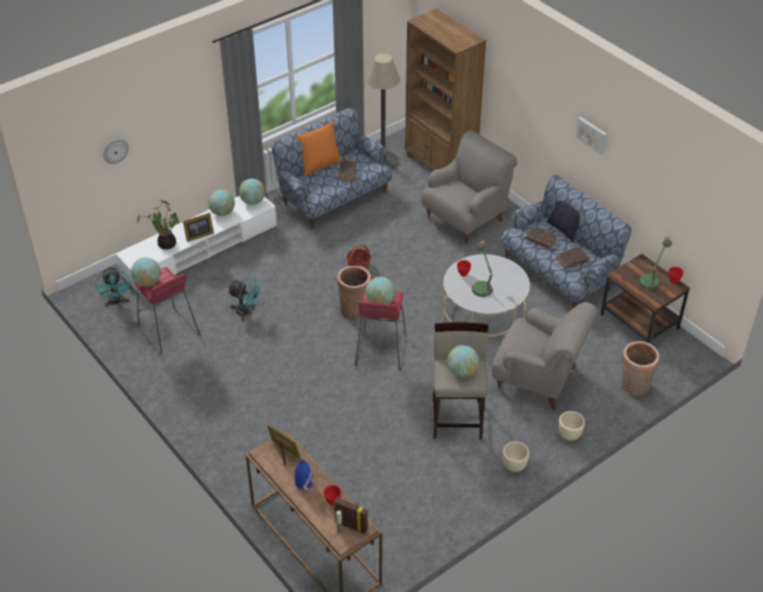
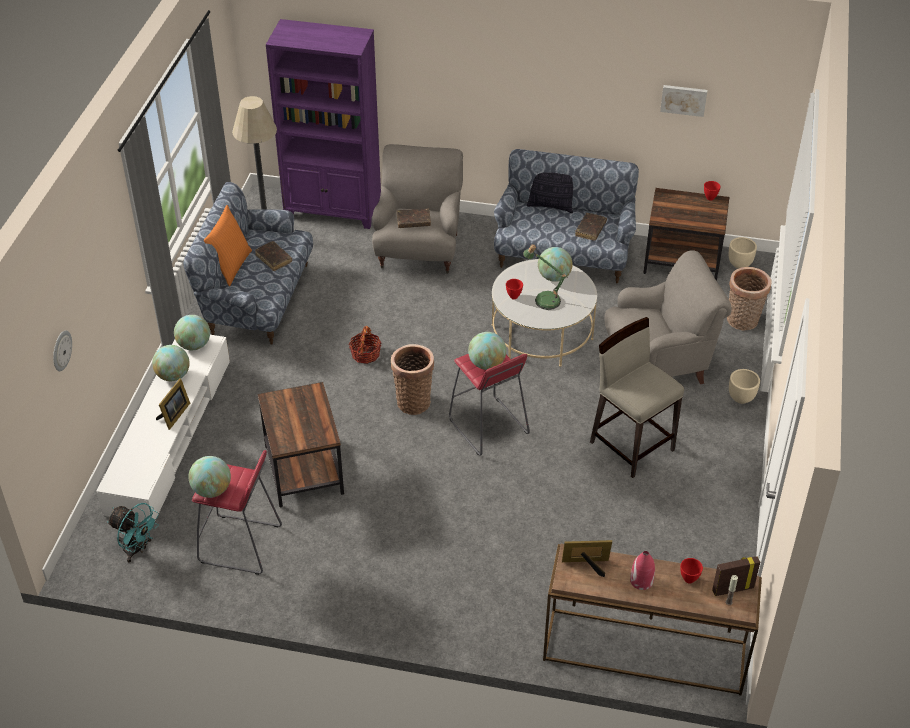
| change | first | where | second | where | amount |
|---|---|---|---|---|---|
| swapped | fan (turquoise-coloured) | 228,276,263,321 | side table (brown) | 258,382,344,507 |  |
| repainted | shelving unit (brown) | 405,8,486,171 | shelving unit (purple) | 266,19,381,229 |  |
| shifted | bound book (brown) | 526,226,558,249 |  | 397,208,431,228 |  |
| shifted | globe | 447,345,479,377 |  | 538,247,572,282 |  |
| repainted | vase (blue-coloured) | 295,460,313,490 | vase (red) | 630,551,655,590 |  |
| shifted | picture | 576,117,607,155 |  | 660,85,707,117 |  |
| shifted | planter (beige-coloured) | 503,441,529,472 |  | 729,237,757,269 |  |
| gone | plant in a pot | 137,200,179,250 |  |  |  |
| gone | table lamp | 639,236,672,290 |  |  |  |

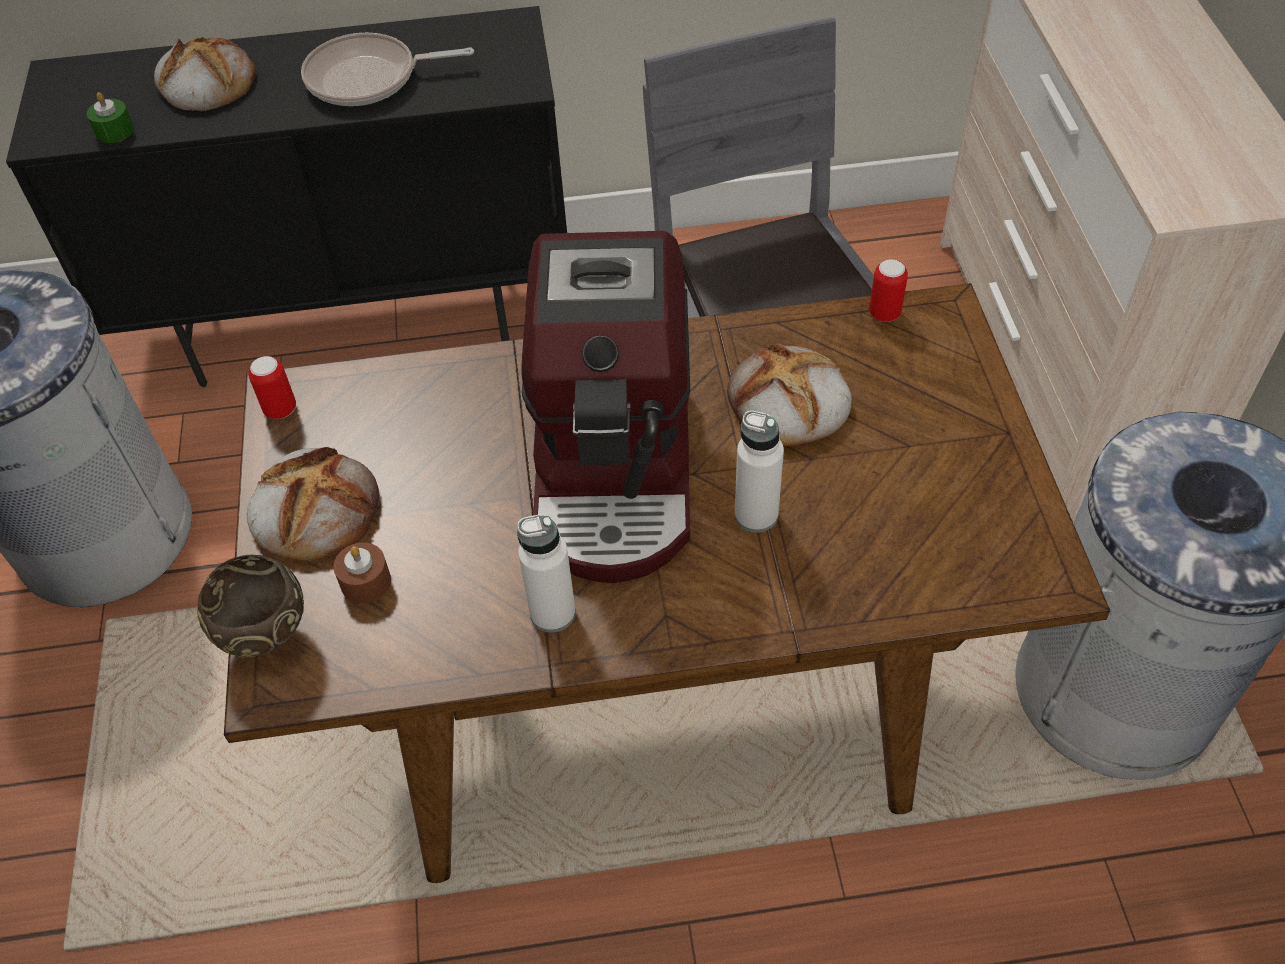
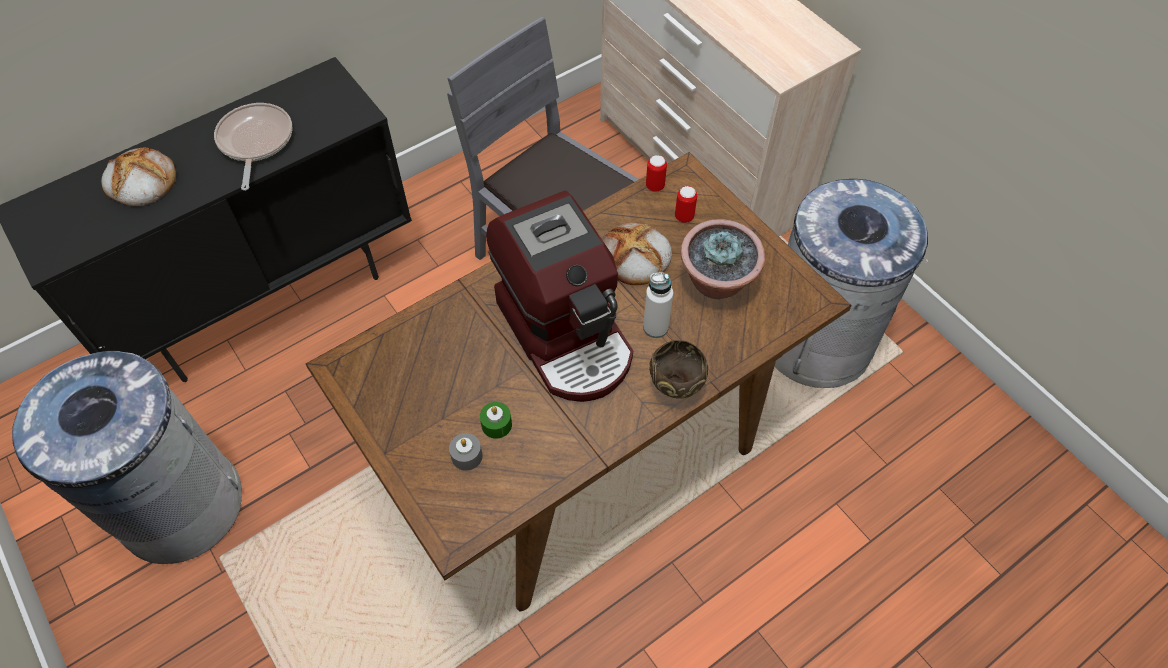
| change | first | where | second | where | amount |
|---|---|---|---|---|---|
| rotated | frying pan | 301,33,474,106 |  | 214,103,292,191 | 120 degrees clockwise |
| repainted | wax light (brown) | 334,542,391,603 | wax light (grey) | 449,433,483,471 |  |
| shifted | wax light (green) | 86,92,134,143 |  | 480,402,512,439 |  |
| shifted | bowl (brown) | 197,555,304,657 |  | 649,340,708,399 |  |
| shifted | sealed can | 248,356,296,419 |  | 675,186,697,223 |  |
| new |  |  | plant in a pot | 680,219,765,299 |  |
| gone | bakery bread | 247,447,379,562 |  |  |  |
| gone | beverage bottle (white) | 517,515,576,633 |  |  |  |

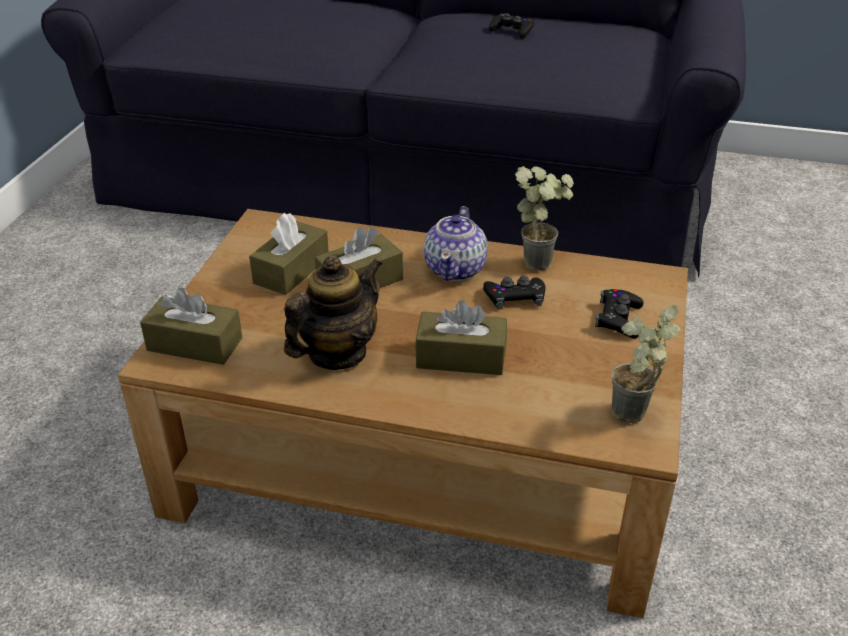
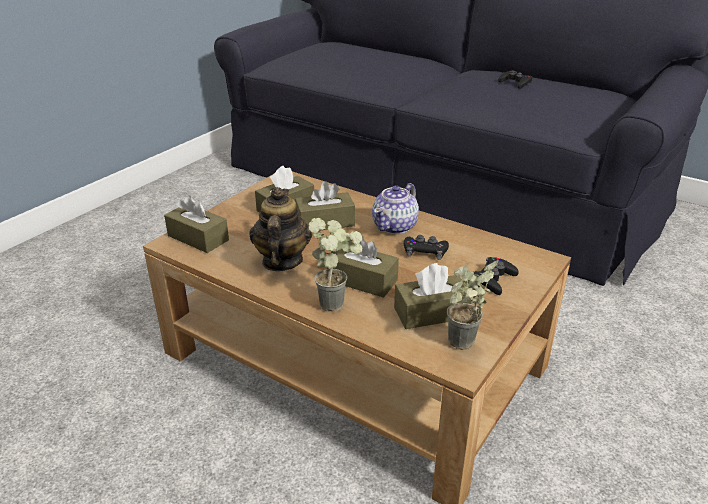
| change | first | where | second | where | amount |
|---|---|---|---|---|---|
| rotated | pot for tea | 284,255,382,370 |  | 249,187,312,271 | 60 degrees counterclockwise |
| shifted | plant in a pot | 515,166,574,271 |  | 309,218,362,312 |  |
| new |  |  | tissue box (brown) | 394,263,472,329 |  |

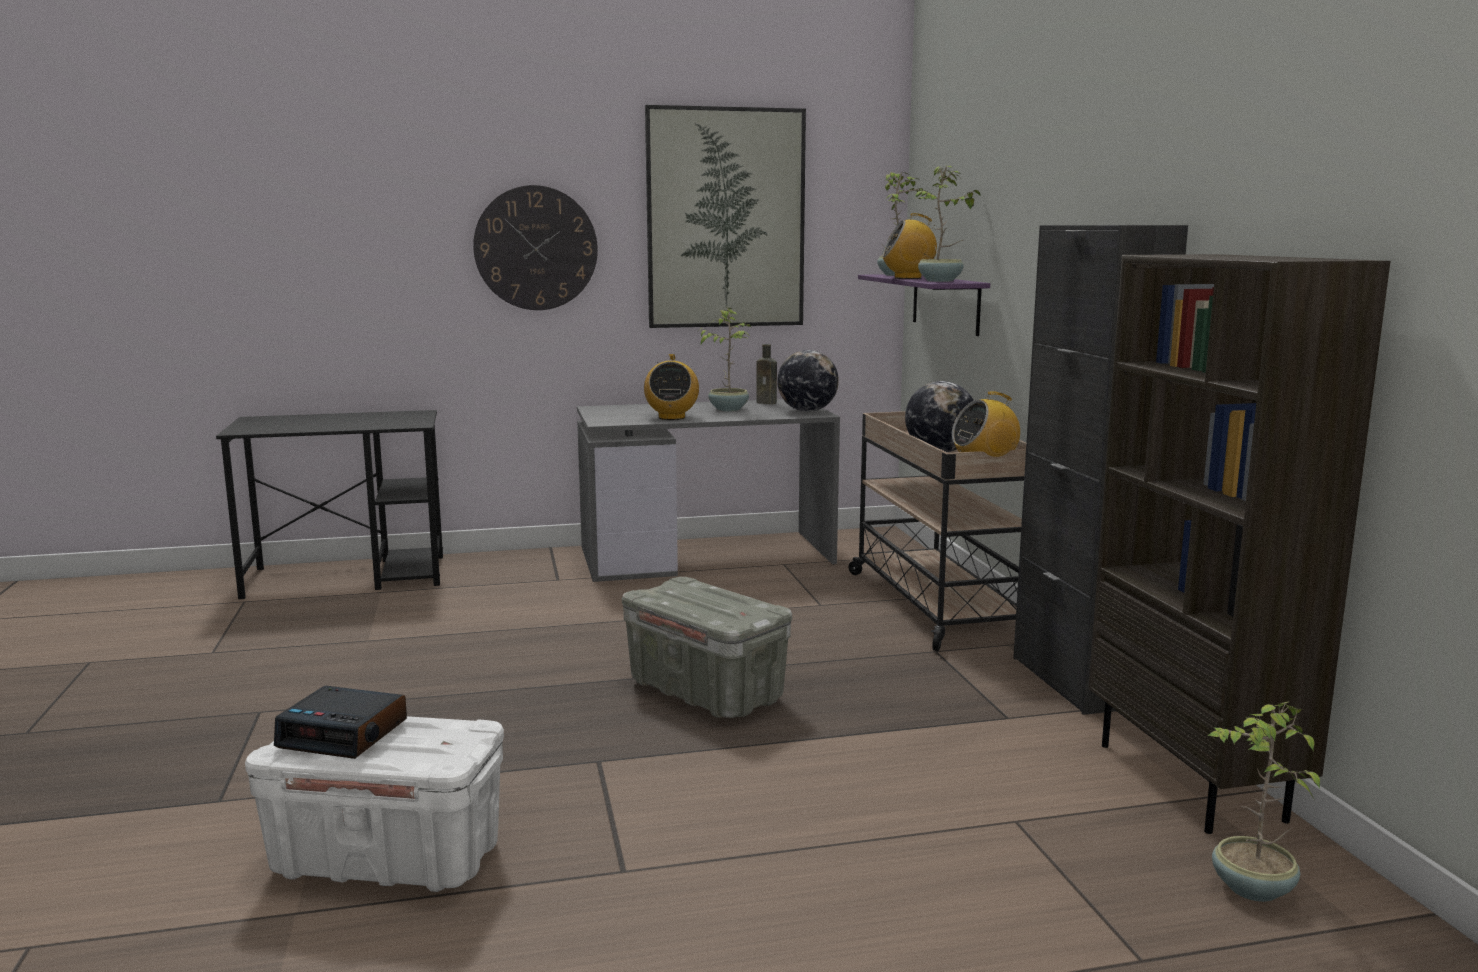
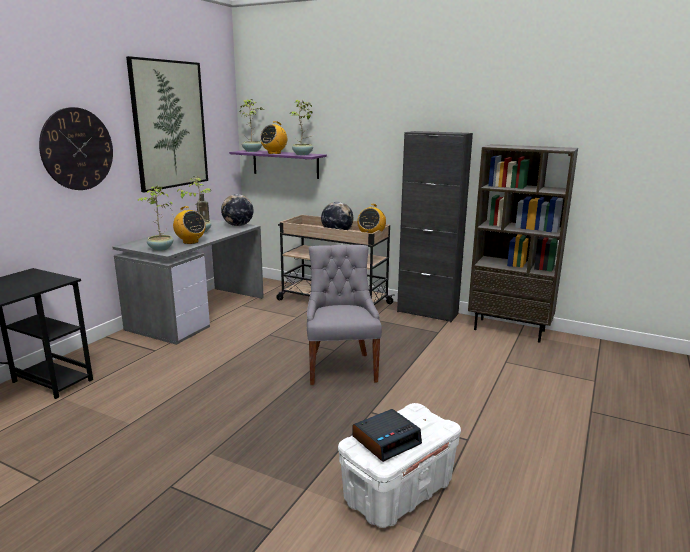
| change | first | where | second | where | amount |
|---|---|---|---|---|---|
| shifted | plant in a pot | 1207,701,1320,902 |  | 137,186,173,251 |  |
| swapped | storage bin (grey) | 622,577,792,718 | chair (grey) | 307,245,382,385 |  |

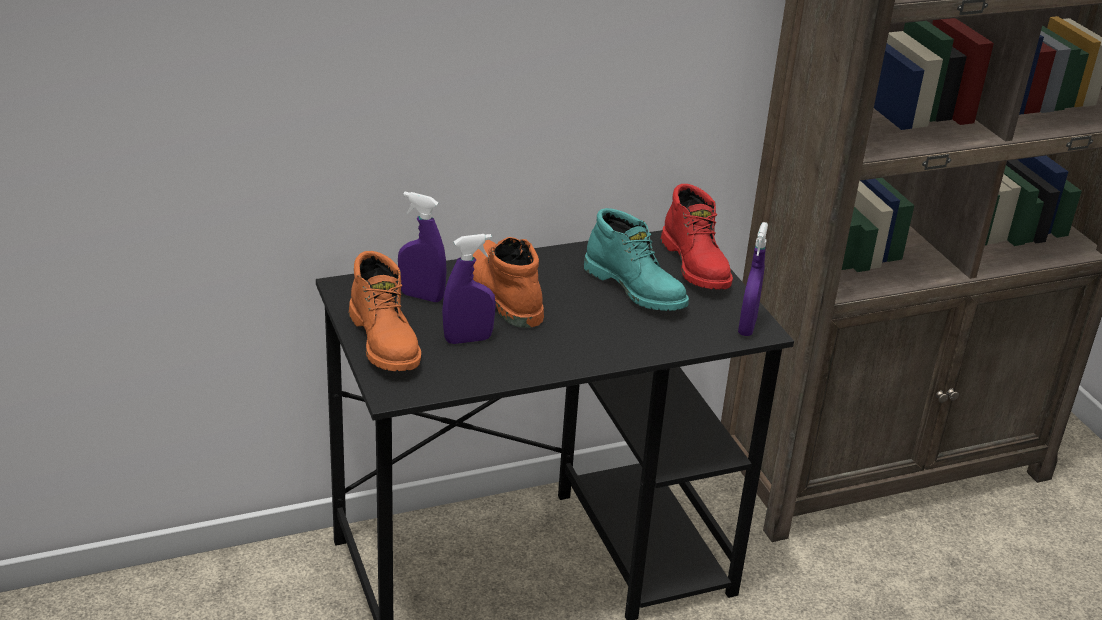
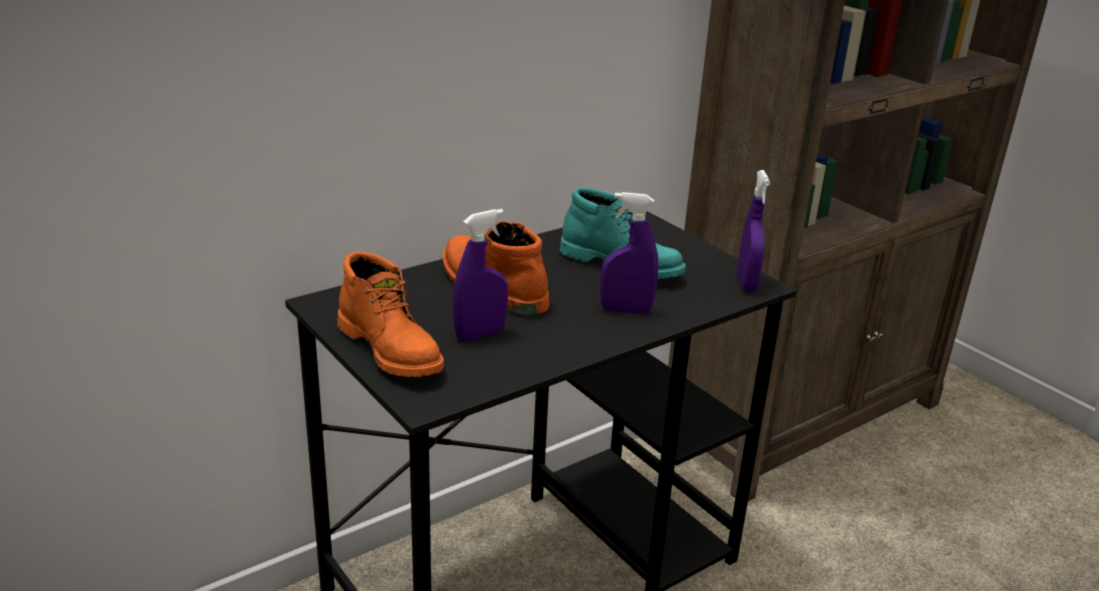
| change | first | where | second | where | amount |
|---|---|---|---|---|---|
| shifted | hand sprayer (purple) | 398,192,447,302 |  | 600,192,658,314 |  |
| gone | tall boot (red) | 661,184,733,289 |  |  |  |

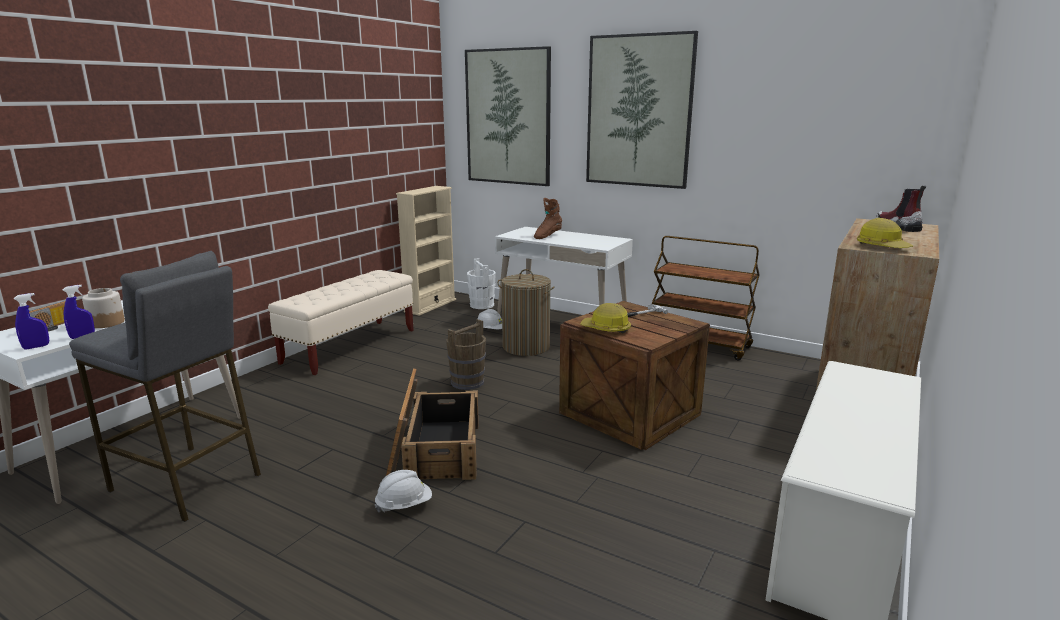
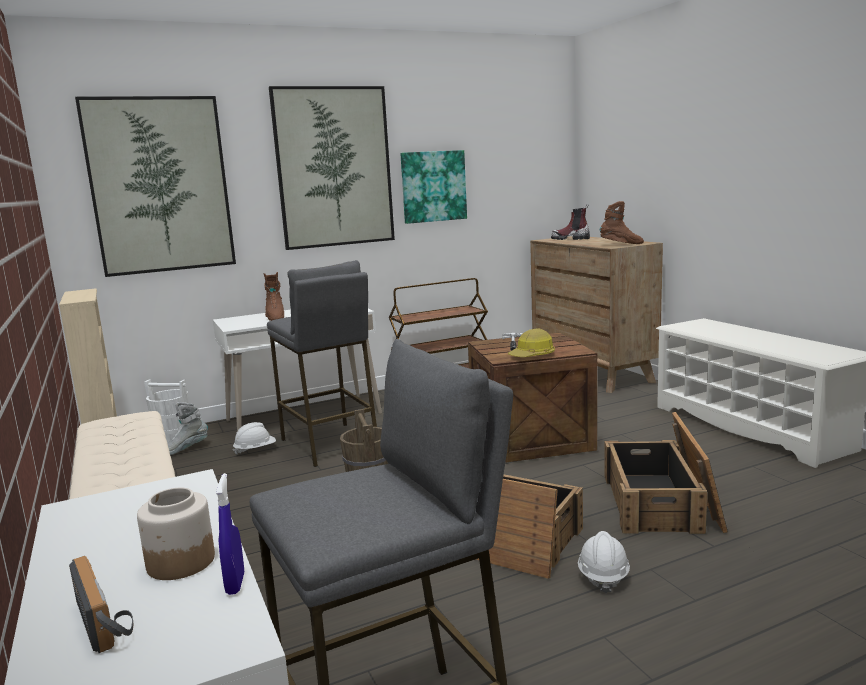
| change | first | where | second | where | amount |
|---|---|---|---|---|---|
| new |  |  | tall boot (grey) | 168,402,208,455 |  |
| swapped | washing basket | 497,269,555,356 | sitting stool (grey) | 267,260,377,467 |  |
| new |  |  | picture | 400,150,467,224 |  |
| swapped | work helmet | 857,218,913,248 | tall boot (brown) | 600,201,644,244 |  |
| new |  |  | shipping crate | 605,412,728,534 |  |
| gone | hand sprayer (blue-coloured) | 14,293,49,349 |  |  |  |

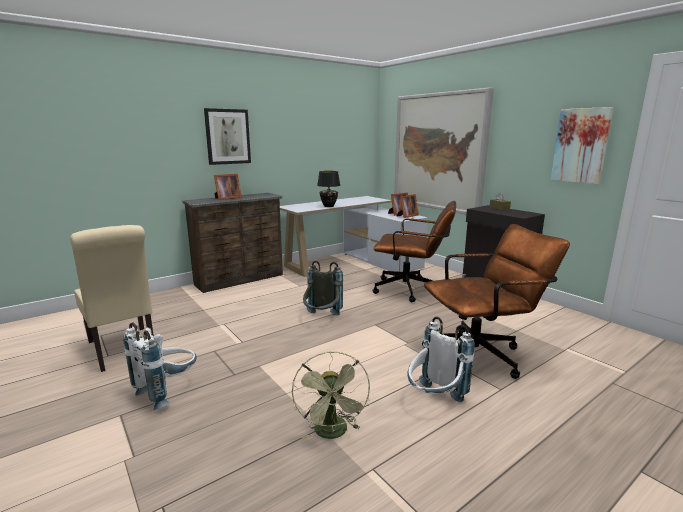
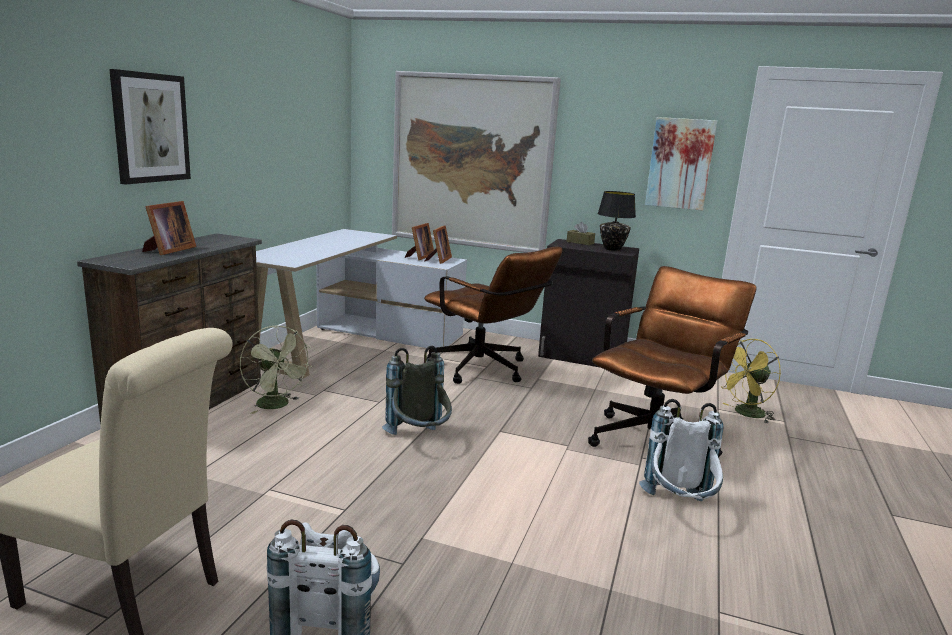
| change | first | where | second | where | amount |
|---|---|---|---|---|---|
| shifted | fan (green) | 292,351,370,440 |  | 240,325,312,414 |  |
| rotated | desk chair (brown) | 372,201,456,302 |  | 424,246,563,384 | 60 degrees clockwise |
| shifted | table lamp (black) | 317,171,340,207 |  | 598,191,636,251 |  |
| new |  |  | fan (yellowish) | 721,339,781,424 |  |

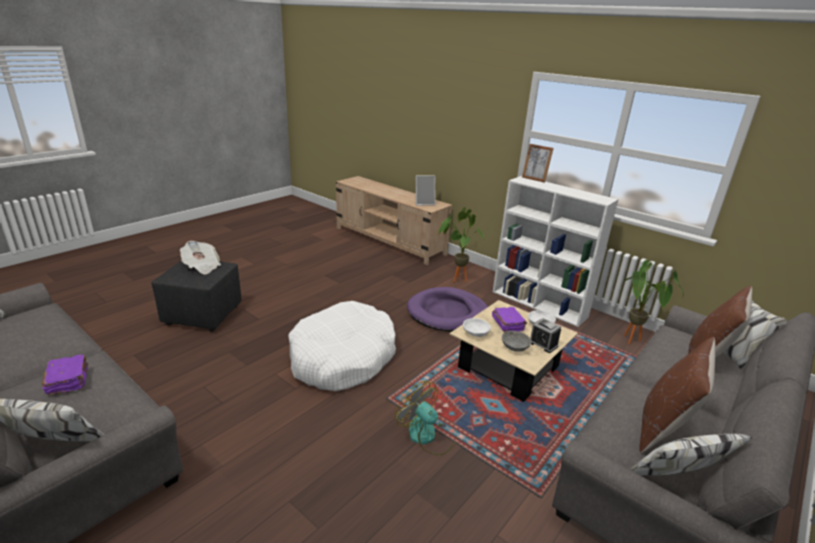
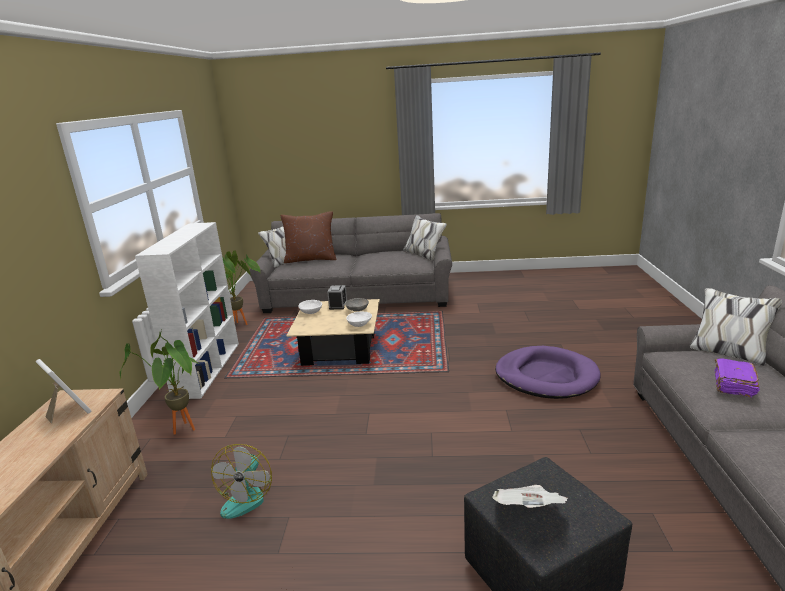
| change | first | where | second | where | amount |
|---|---|---|---|---|---|
| shifted | fan | 395,381,457,456 |  | 211,444,272,519 |  |
| shifted | dog bed (purple) | 407,287,488,332 |  | 495,346,600,399 |  |
| gone | dog bed (white) | 288,301,396,391 |  |  |  |
| gone | bound book (purple) | 492,307,527,332 |  |  |  |
| gone | photo frame | 522,144,554,183 |  |  |  |
| gone | cushion (brown) | 639,337,715,453 |  |  |  |

